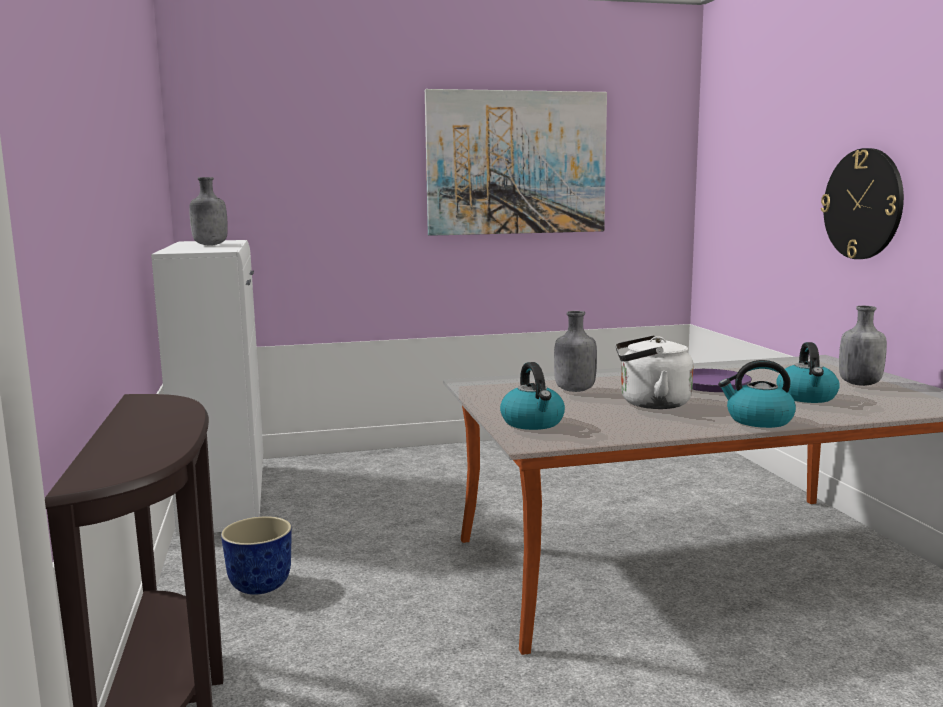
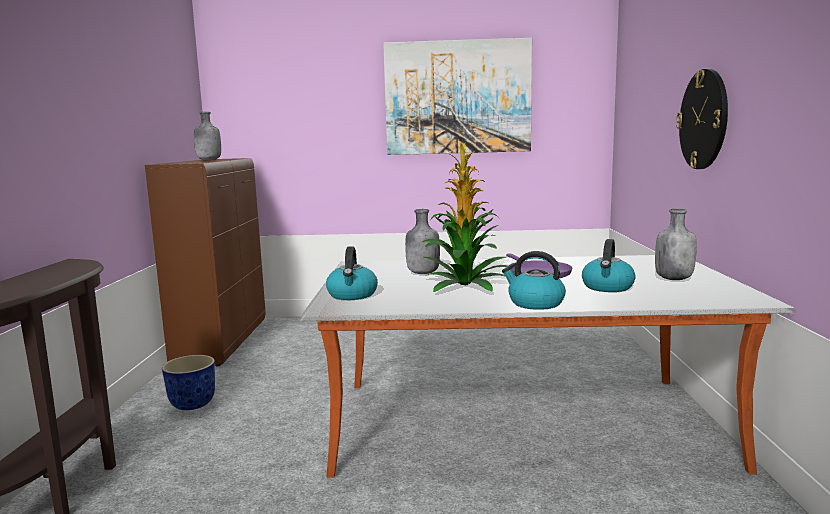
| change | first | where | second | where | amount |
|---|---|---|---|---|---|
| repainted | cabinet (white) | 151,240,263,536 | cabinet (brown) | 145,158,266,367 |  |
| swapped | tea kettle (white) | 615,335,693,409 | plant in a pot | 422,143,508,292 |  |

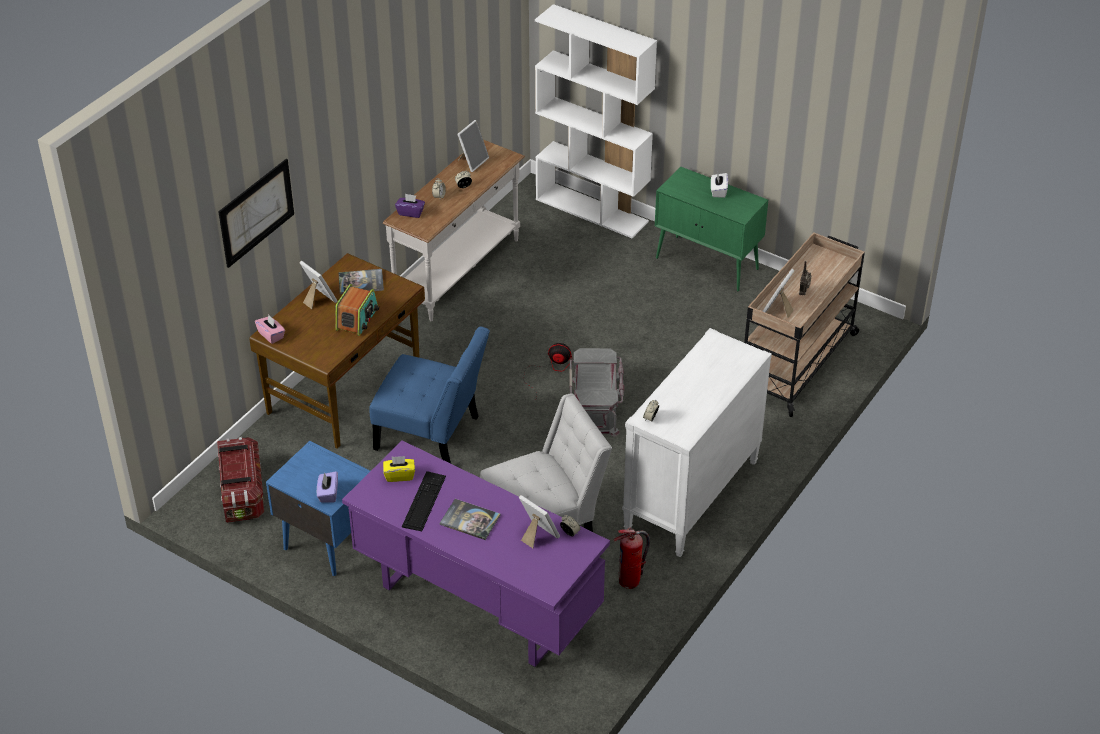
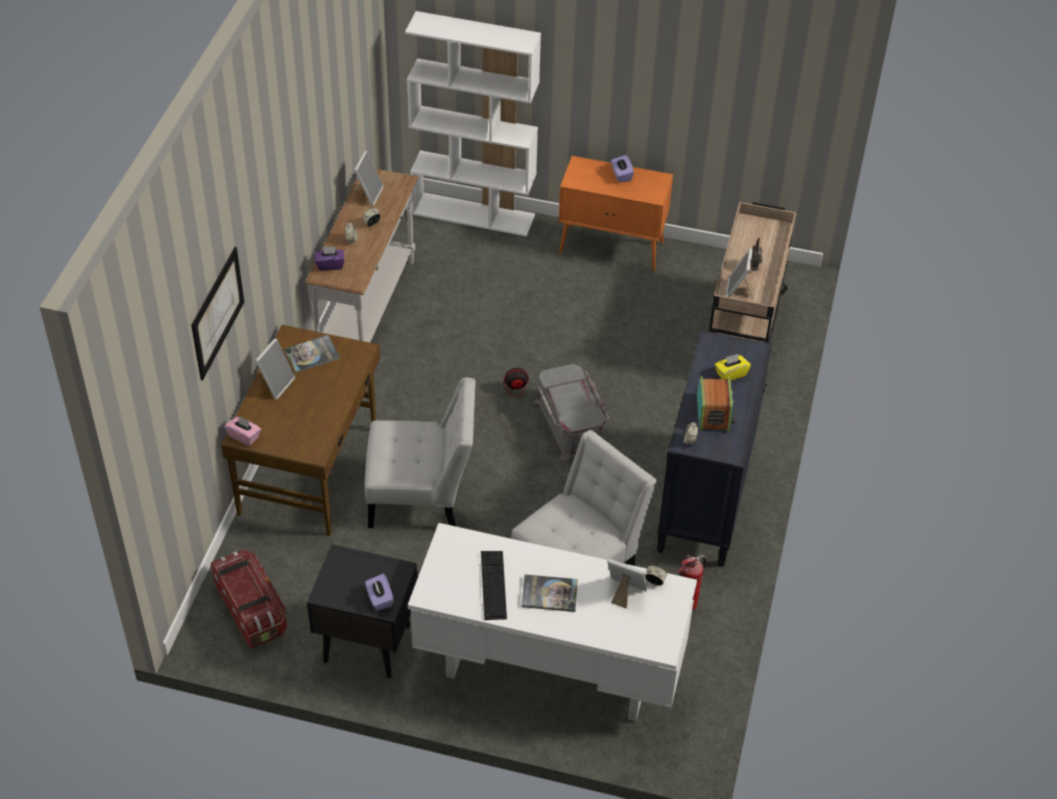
| change | first | where | second | where | amount |
|---|---|---|---|---|---|
| rotated | photo frame | 300,261,337,309 |  | 255,338,295,400 | 90 degrees clockwise |
| repainted | bedside table (blue-coloured) | 266,441,370,576 | bedside table (black) | 307,544,418,678 |  |
| repainted | chair (blue-coloured) | 370,327,490,464 | chair (white) | 365,377,475,528 |  |
| repainted | desk table (purple) | 342,440,610,667 | desk table (white) | 408,523,697,722 |  |
| repainted | cabinet (green) | 655,166,768,292 | cabinet (orangey) | 558,156,673,271 |  |
| repainted | tissue box (white) | 711,173,728,198 | tissue box (purple) | 611,155,634,183 |  |
| repainted | drawer chest (white) | 622,328,772,557 | drawer chest (black) | 657,329,772,567 |  |
| shifted | radio | 335,284,379,336 |  | 697,376,735,432 |  |
| shifted | tissue box (yellowish) | 383,456,415,482 |  | 715,354,751,381 |  |

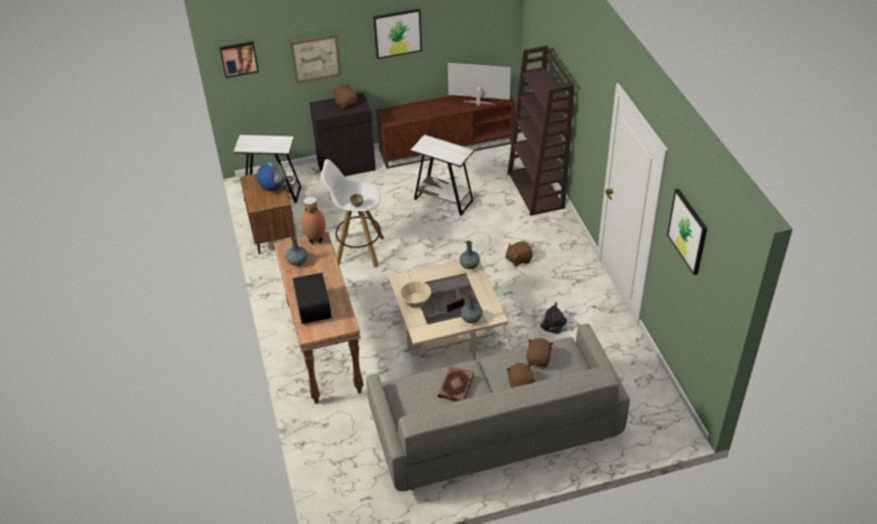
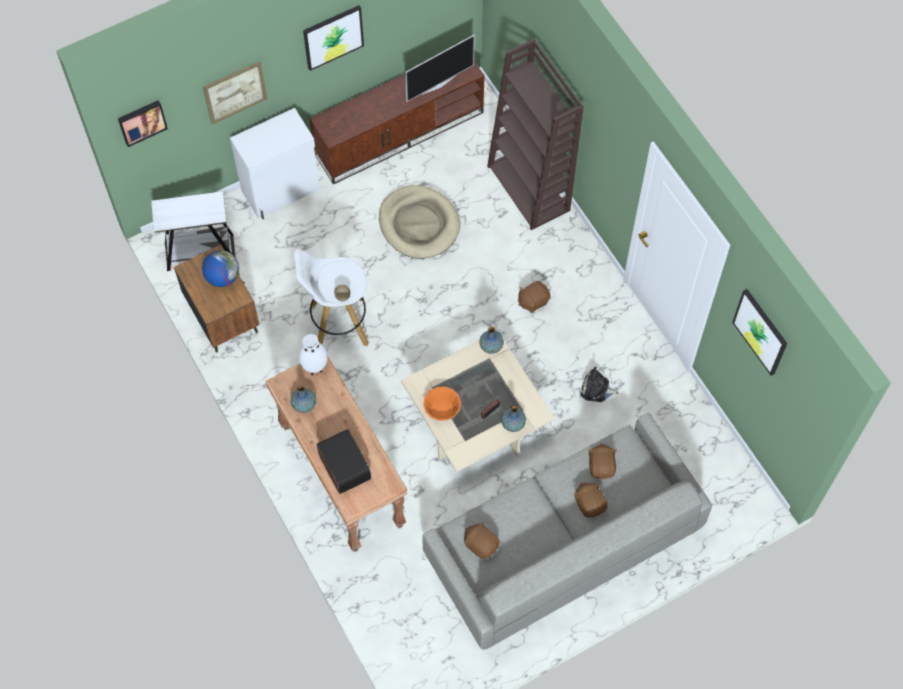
| change | first | where | second | where | amount |
|---|---|---|---|---|---|
| repainted | cabinet (black) | 310,93,376,176 | cabinet (white) | 230,108,320,219 |  |
| repainted | vase (brown) | 301,197,326,245 | vase (white) | 299,334,327,375 |  |
| swapped | side table (white) | 411,135,474,216 | dog bed (beige-coloured) | 379,185,460,259 |  |
| rotated | television | 448,63,511,105 |  | 405,35,475,102 | 150 degrees clockwise |
| repainted | bowl (beige-coloured) | 399,281,431,308 | bowl (orangey) | 423,387,461,421 |  |
| shifted | cuddly toy (brown) | 332,84,357,109 |  | 464,521,500,559 |  |
| gone | bound book | 438,367,474,402 |  |  |  |

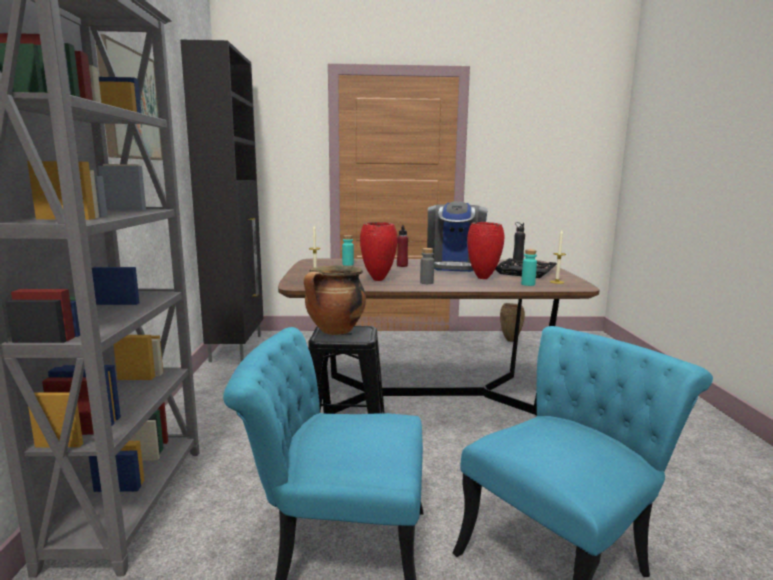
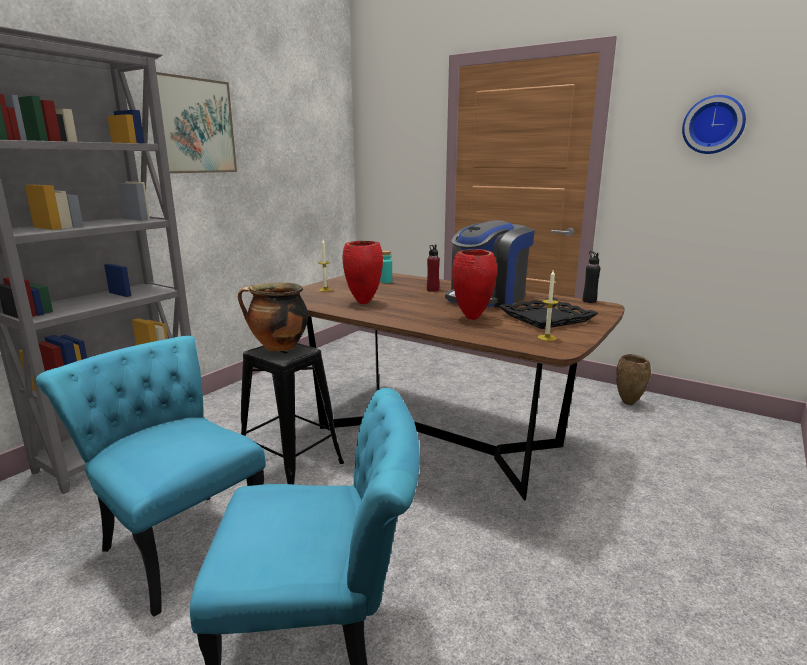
| change | first | where | second | where | amount |
|---|---|---|---|---|---|
| new |  |  | wall clock | 682,95,746,154 |  |
| gone | cabinet (black) | 180,40,263,362 |  |  |  |
| gone | beverage bottle (grey) | 420,248,434,284 |  |  |  |
| gone | beverage bottle (turquoise-coloured) | 521,249,537,286 |  |  |  |

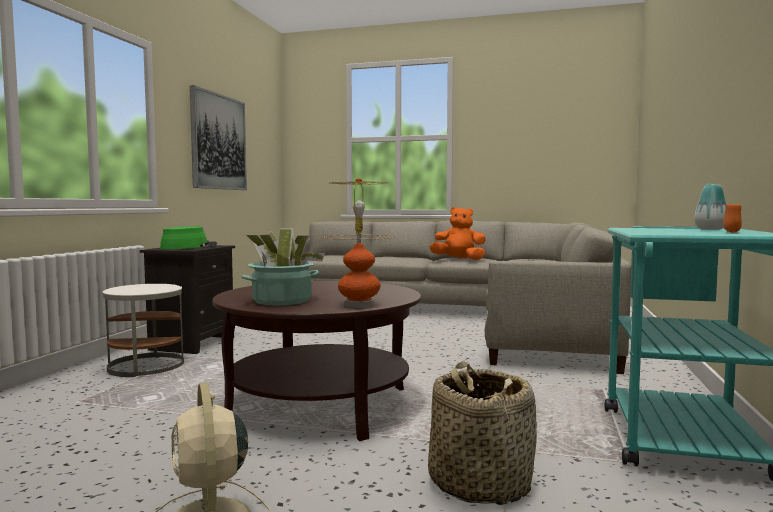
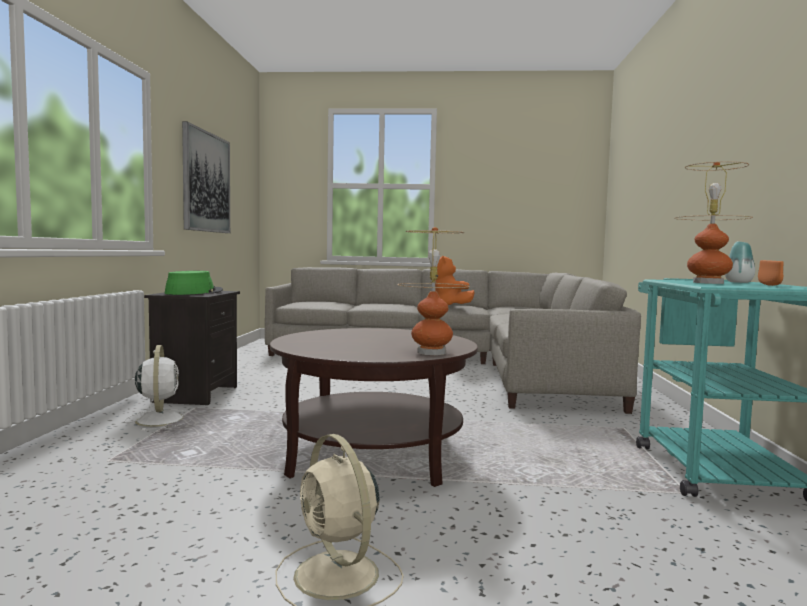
| change | first | where | second | where | amount |
|---|---|---|---|---|---|
| swapped | side table (white) | 103,284,184,377 | fan (white) | 124,345,191,431 |  |
| rotated | cuddly toy (orangey) | 429,207,486,260 |  | 435,256,474,305 | 120 degrees counterclockwise |
| new |  |  | table lamp | 674,161,753,284 |  |
| gone | plant in a pot | 241,228,325,306 |  |  |  |
| gone | household basket | 428,361,537,505 |  |  |  |

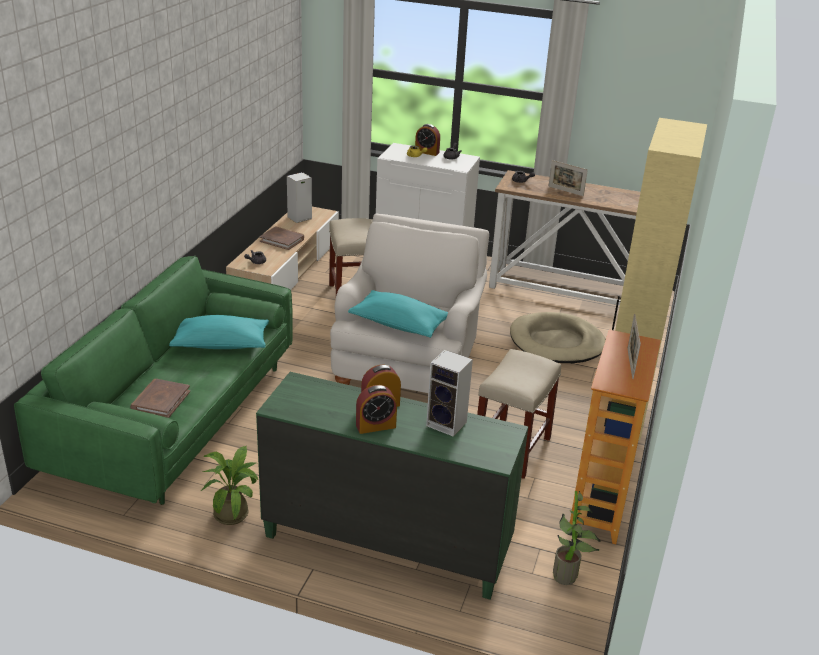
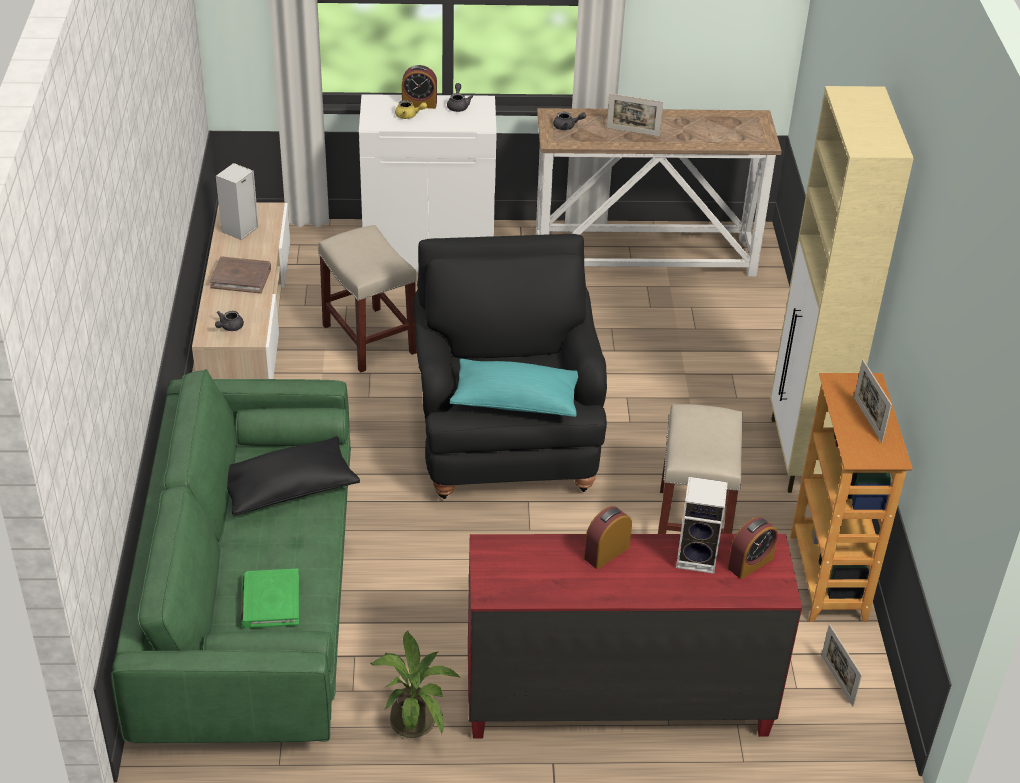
| change | first | where | second | where | amount |
|---|---|---|---|---|---|
| repainted | cushion (turquoise-coloured) | 169,315,269,349 | cushion (black) | 227,436,360,516 |  |
| repainted | bound book (brown) | 130,379,190,418 | bound book (green) | 241,569,299,628 |  |
| repainted | armchair (white) | 330,213,489,393 | armchair (black) | 414,234,607,499 |  |
| repainted | drawer chest (green) | 256,372,528,600 | drawer chest (red) | 468,534,802,739 |  |
| shifted | alarm clock | 356,385,397,434 |  | 728,517,778,579 |  |
| swapped | plant in a pot | 553,491,601,585 | photo frame | 821,624,862,707 |  |
| gone | dog bed (beige-coloured) | 510,312,606,363 |  |  |  |

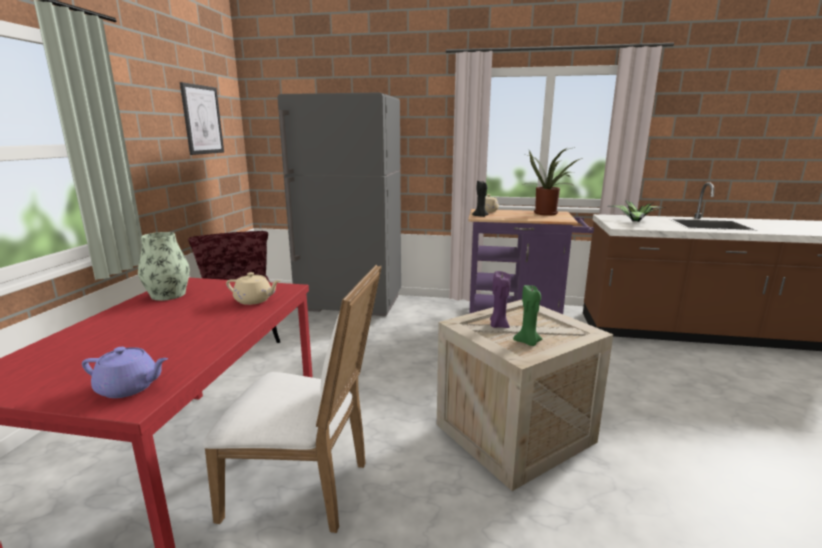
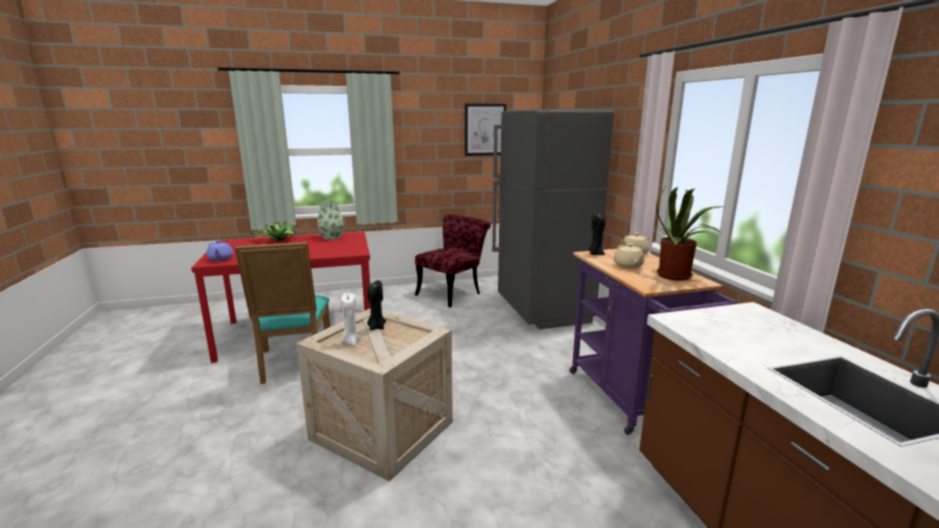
| change | first | where | second | where | amount |
|---|---|---|---|---|---|
| repainted | chair (white) | 203,264,381,533 | chair (turquoise-coloured) | 235,242,330,384 |  |
| shifted | plant in a pot | 607,200,665,222 |  | 250,221,300,242 |  |
| repainted | wax light (green) | 513,285,542,346 | wax light (white) | 340,292,361,346 |  |
| repainted | wax light (purple) | 490,271,511,328 | wax light (black) | 367,280,386,330 |  |
| shifted | pot for tea (beige-coloured) | 226,272,280,305 |  | 614,243,645,269 |  |

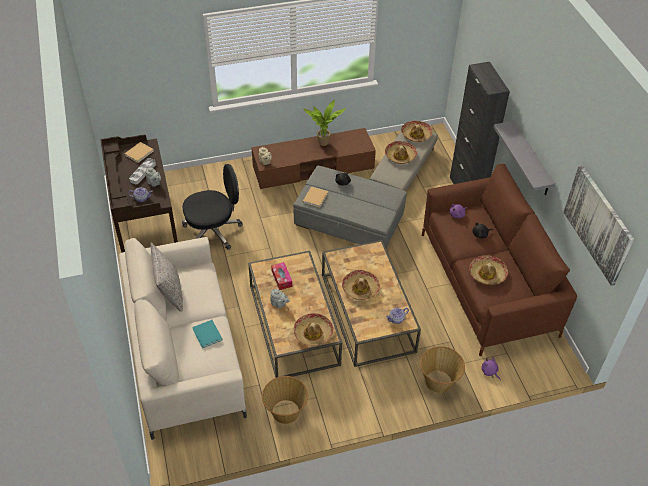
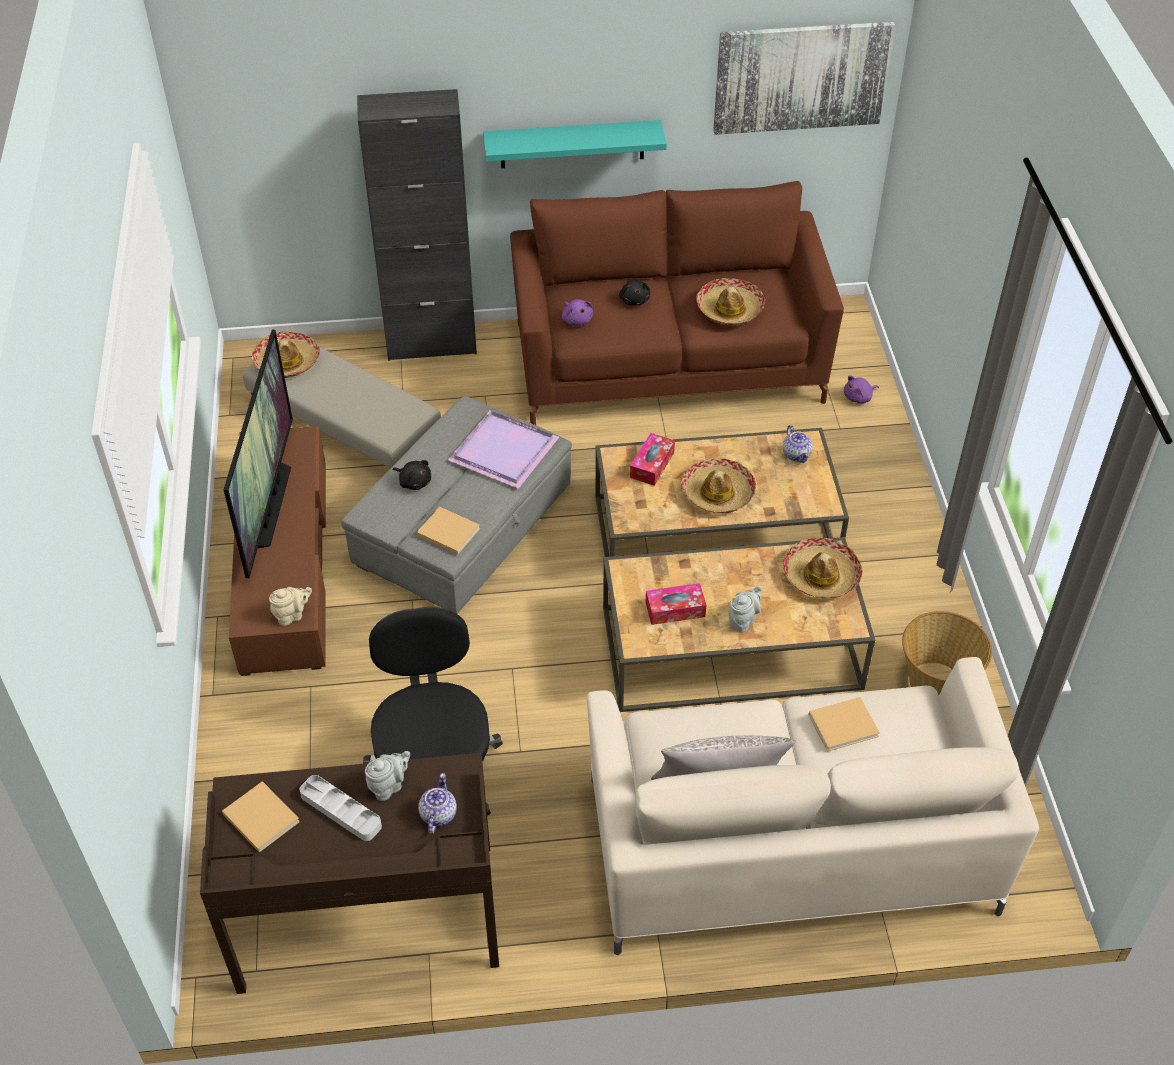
| change | first | where | second | where | amount |
|---|---|---|---|---|---|
| swapped | plant in a pot | 303,100,346,146 | television | 223,330,293,578 |  |
| new |  |  | carrying tray (purple) | 448,410,559,489 |  |
| repainted | shelf (grey) | 493,121,555,195 | shelf (turquoise-coloured) | 483,120,667,168 |  |
| new |  |  | tissue box | 630,433,675,486 |  |
| repainted | bound book (turquoise-coloured) | 192,320,222,348 | bound book (beige-coloured) | 809,697,880,752 |  |
| gone | hat | 385,141,417,164 |  |  |  |
| gone | household basket | 420,346,465,393 |  |  |  |

